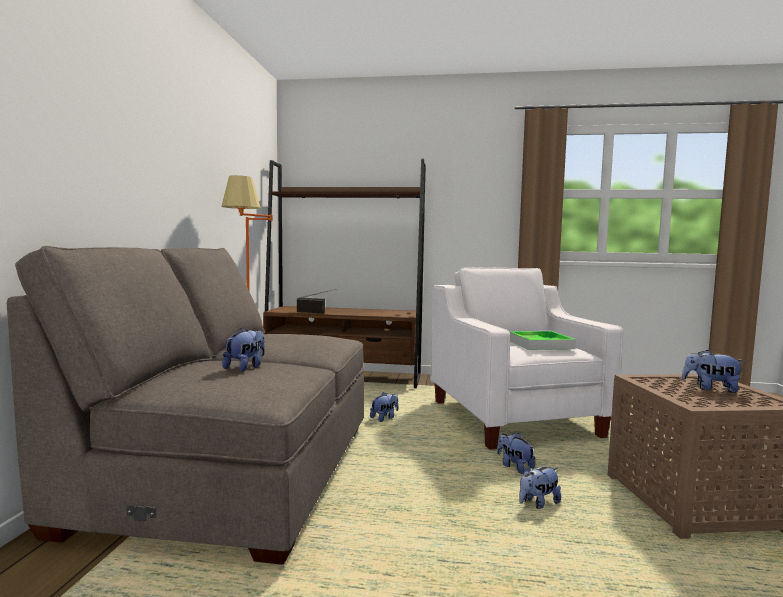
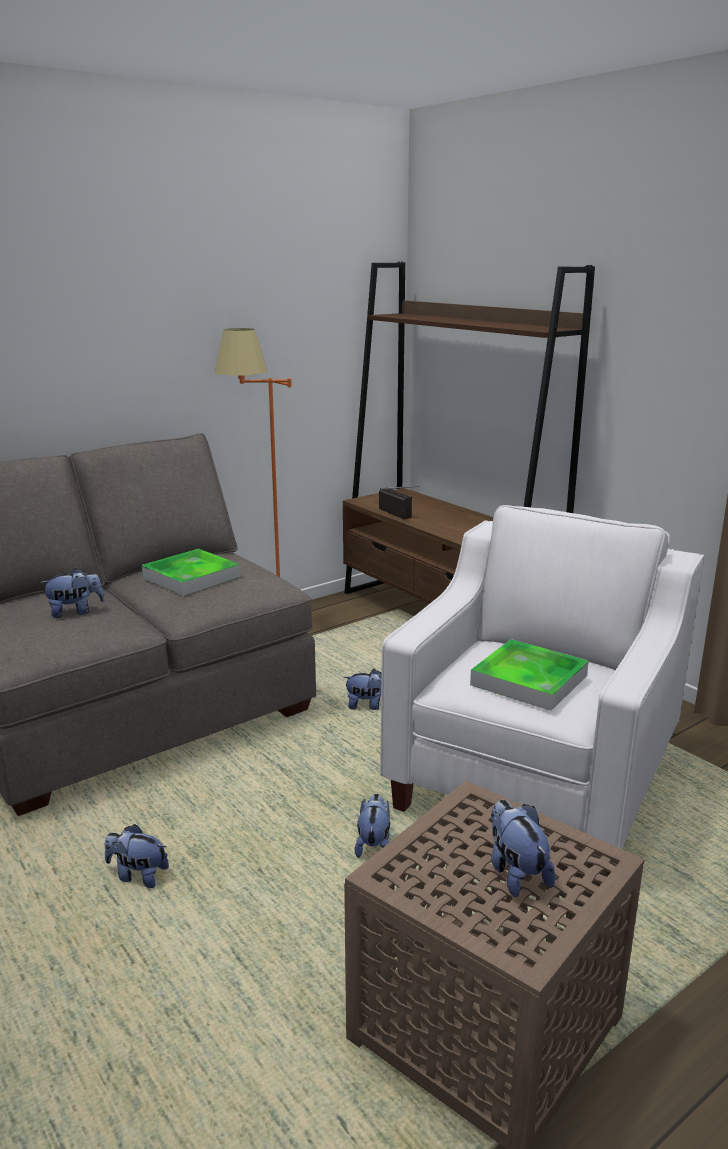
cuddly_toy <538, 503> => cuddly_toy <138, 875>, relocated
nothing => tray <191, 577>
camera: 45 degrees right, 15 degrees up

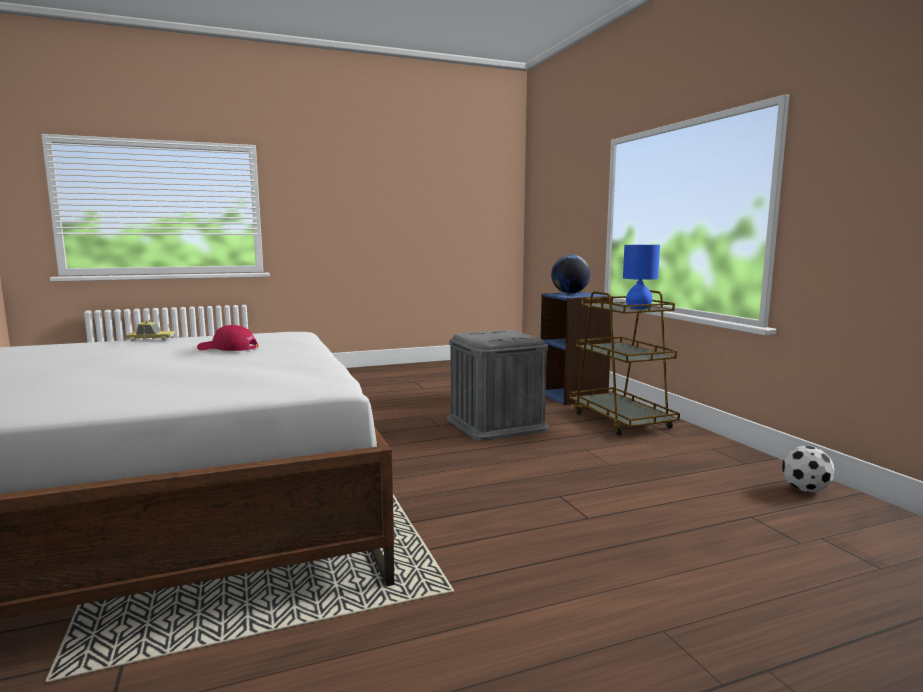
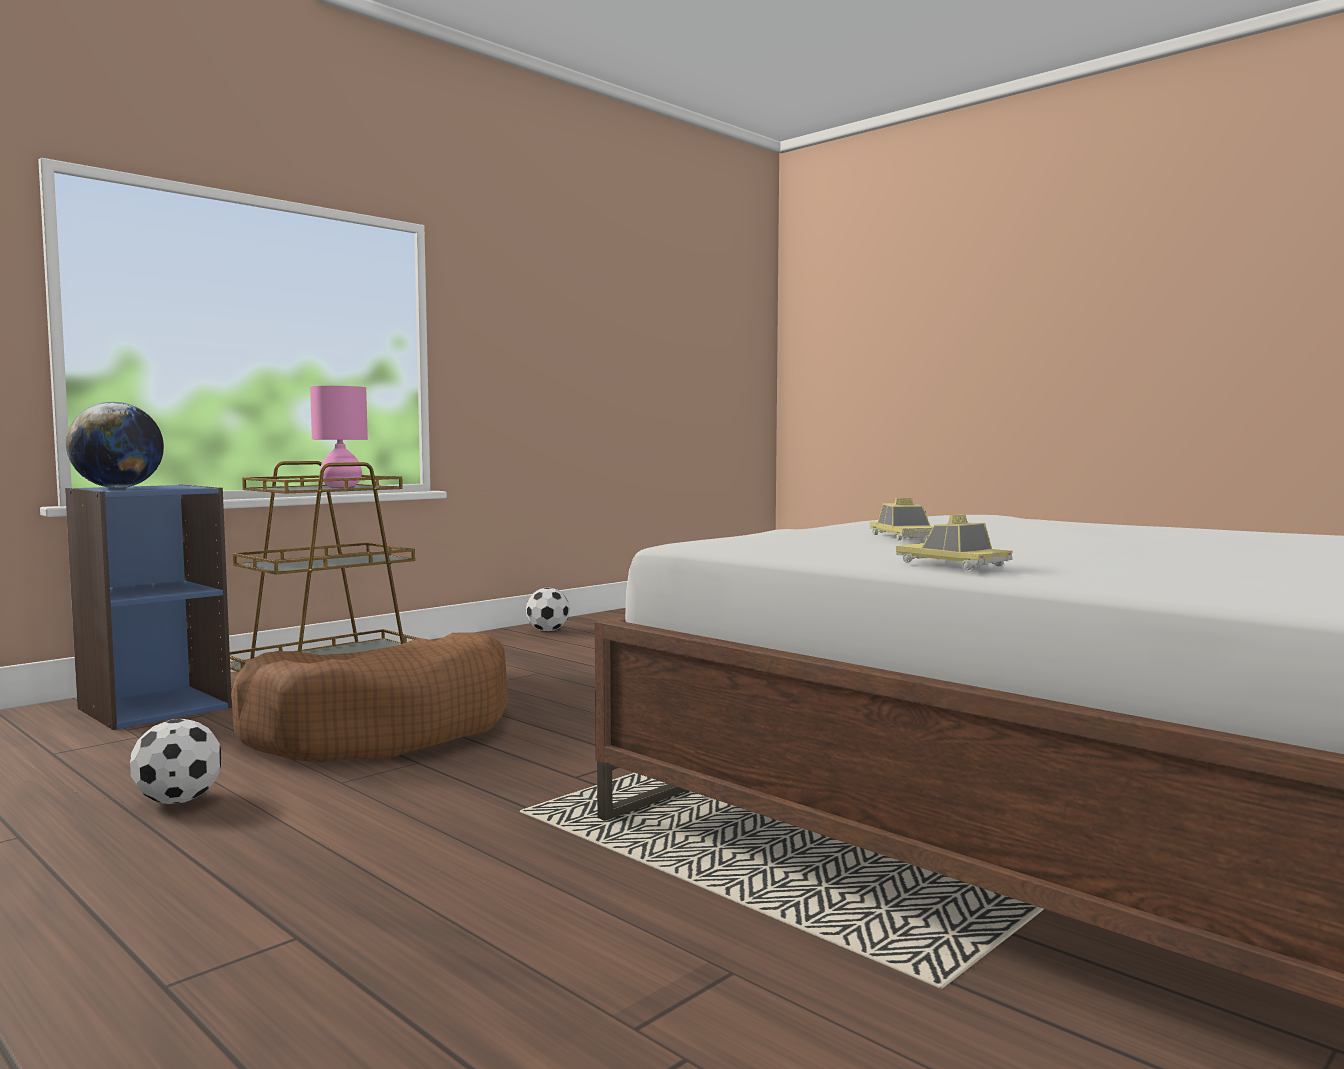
red_baseball_cap <227, 348> => model_car <904, 537>
gray_storage_bin <496, 424> => brownish_pet_bed <383, 730>
bluish_tabletop_lamp <639, 308> => pink_tabletop_lamp <341, 486>
nothing => football <178, 800>
camera: 115 degrees left, 5 degrees down

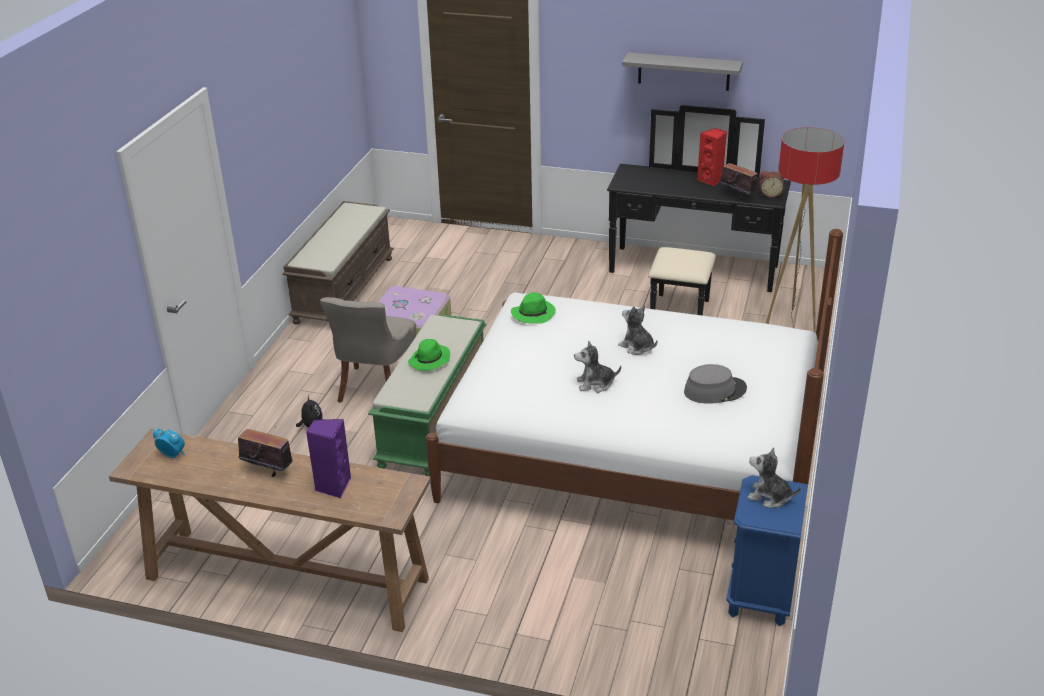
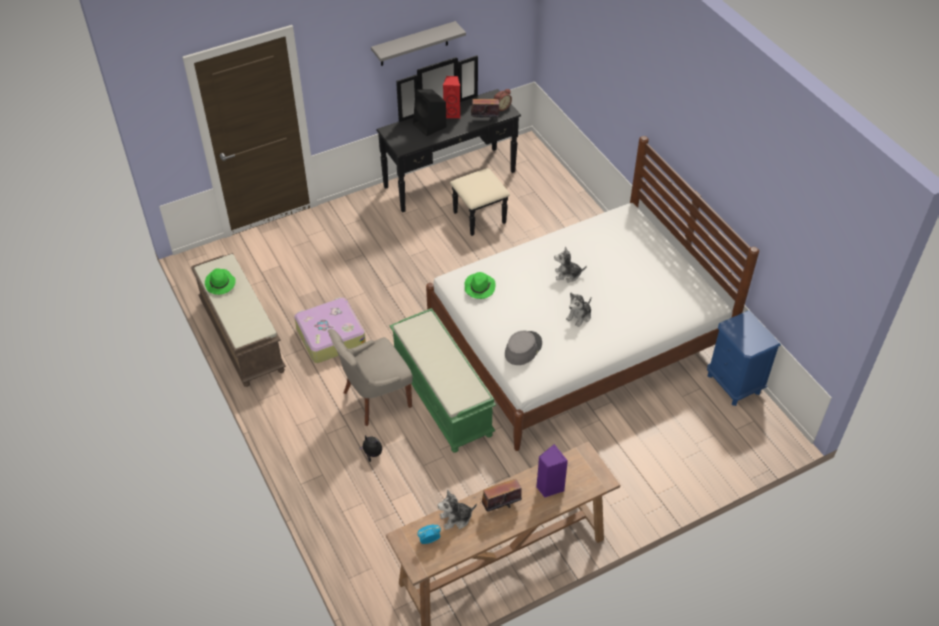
gray_plain_chair <375, 389> => gray_plain_chair <375, 399>, 90 degrees clockwise
green_hat <429, 361> => green_hat <220, 284>, relocated
gray_hat <715, 390> => gray_hat <523, 348>, relocated
cuddly_toy <769, 497> => cuddly_toy <456, 518>, relocated
floor_lamp <790, 324> => nothing
nothing => black_audio_speaker <430, 125>
camera: 45 degrees left, 15 degrees up

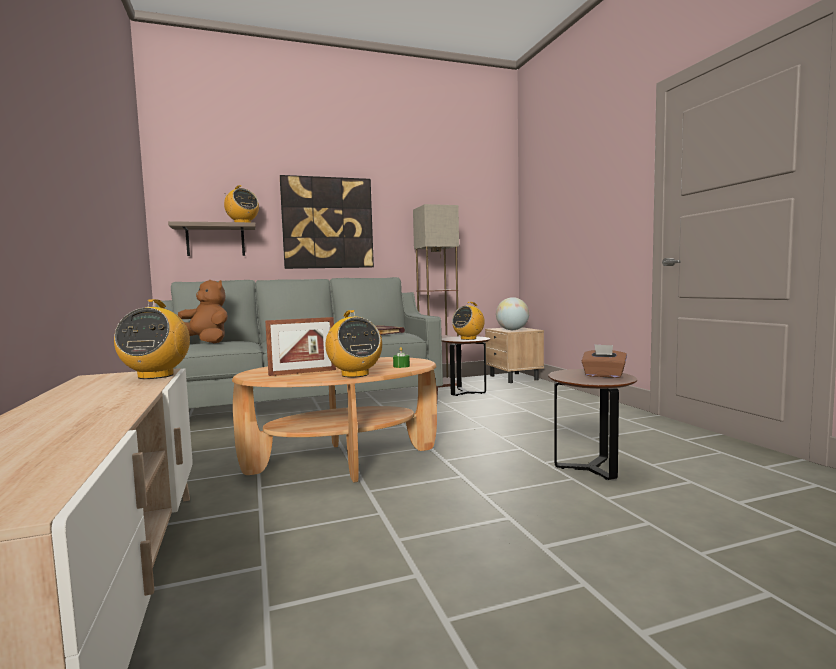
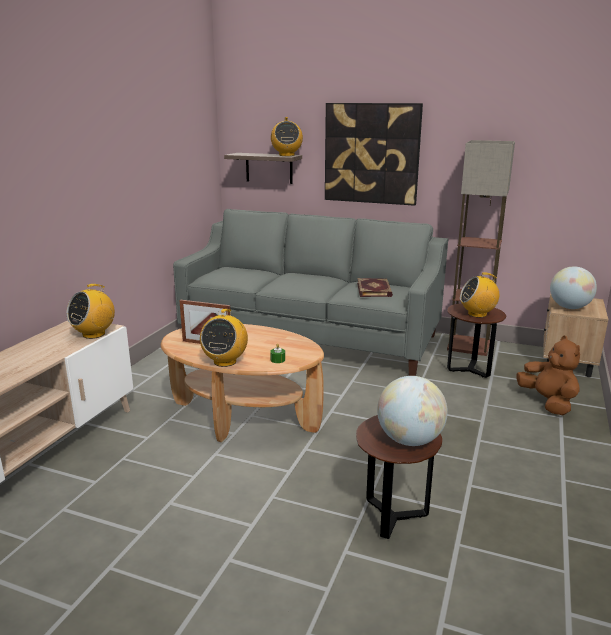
brownish_cuddly_toy <206, 342> => brownish_cuddly_toy <548, 402>, relocated
brownish_box_of_tissues <603, 375> => globe <409, 440>
camera: 40 degrees right, 15 degrees up

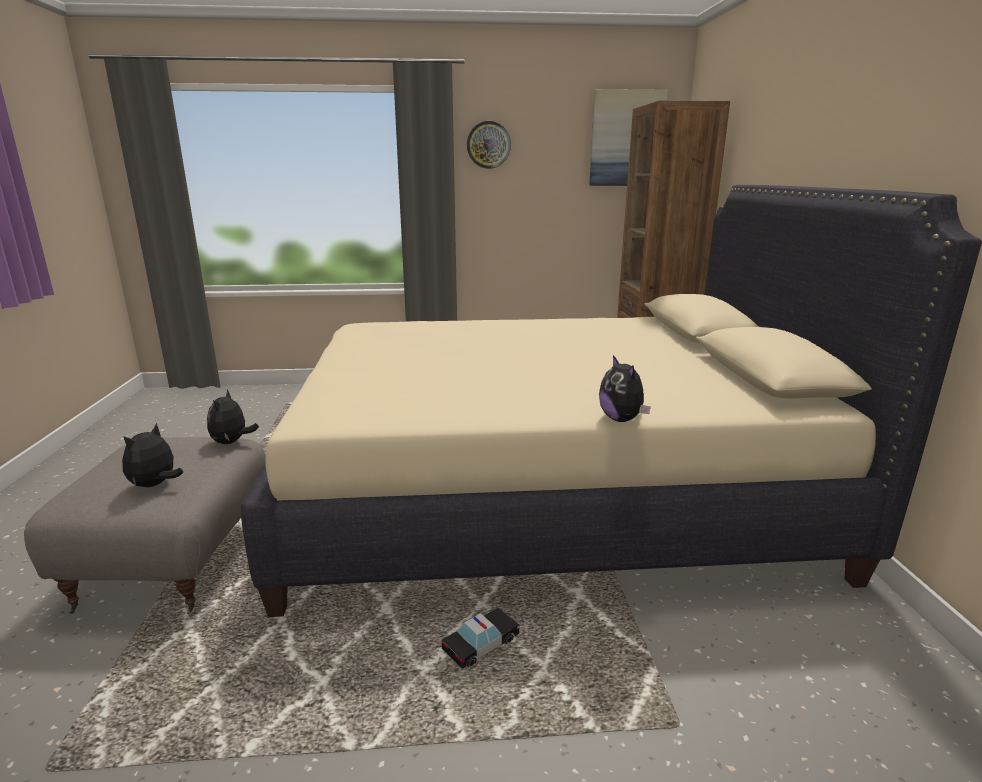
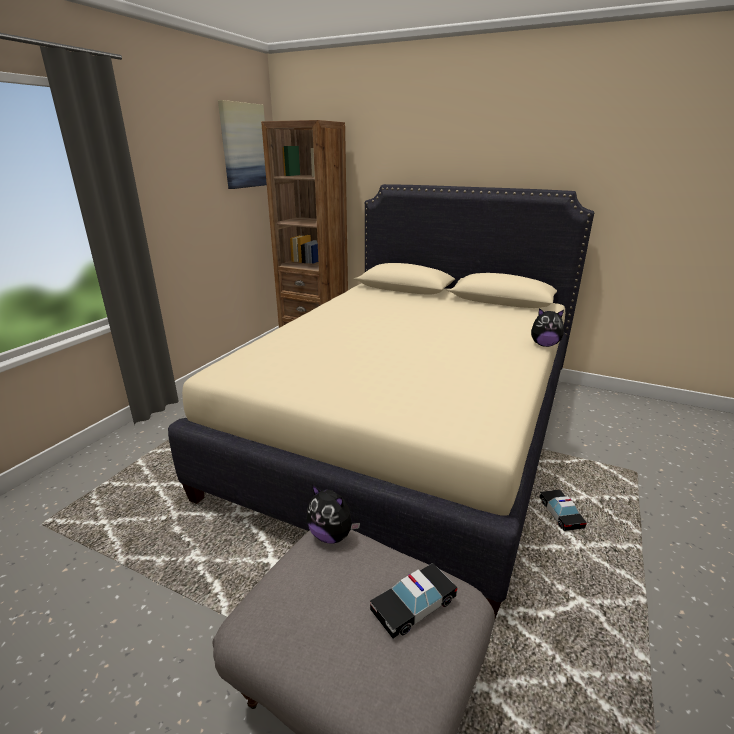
cuddly_toy <155, 485> => model_car <413, 606>
hanging_clock <488, 145> => nothing
camera: 60 degrees left, 5 degrees up

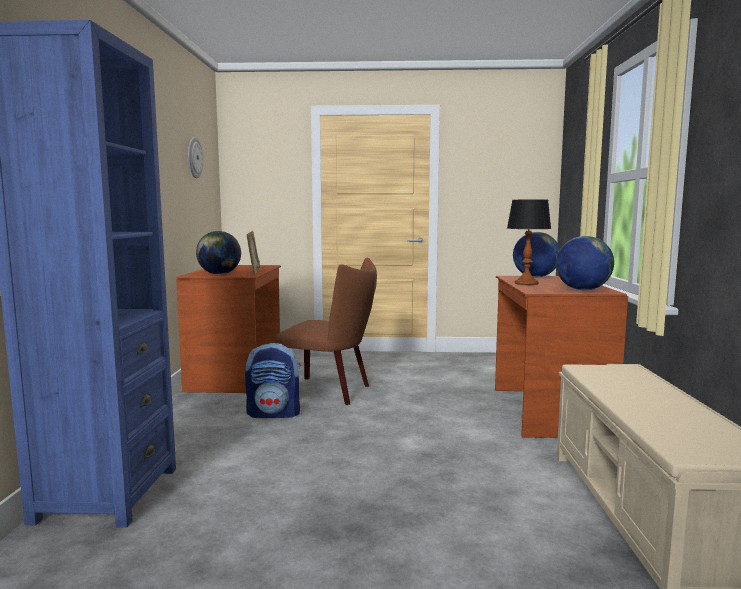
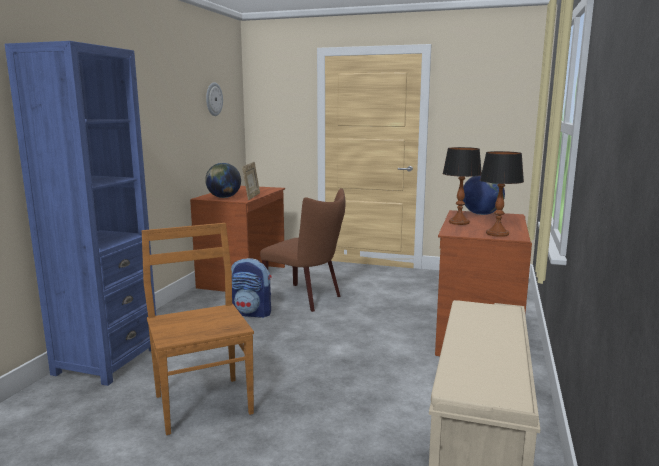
globe <582, 290> => tabletop_lamp <497, 234>
nothing => brownish_plain_chair <203, 403>
camera: 15 degrees right, 5 degrees up

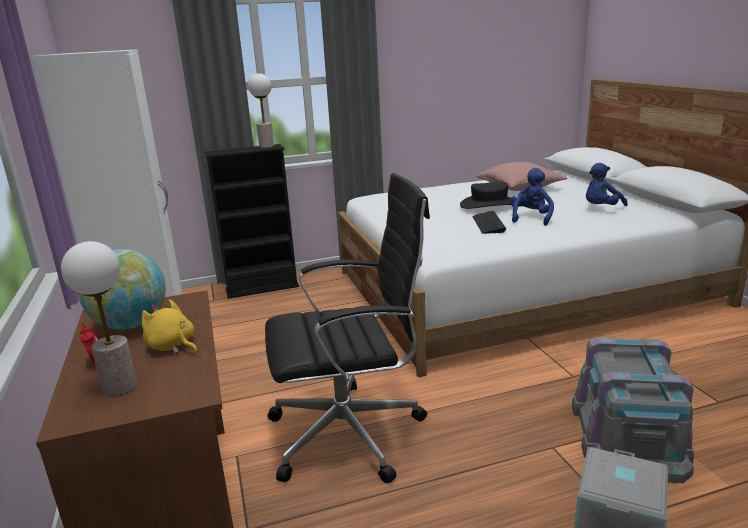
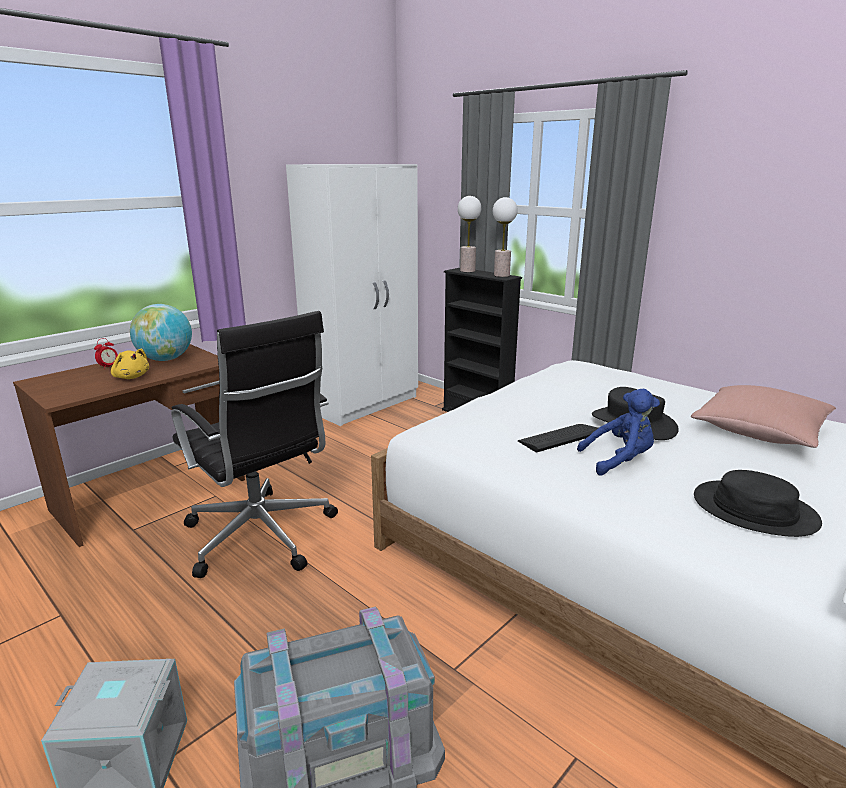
tabletop_lamp <119, 386> => tabletop_lamp <467, 271>, relocated
yellow-coloured_cuddly_toy <172, 346> => yellow-coloured_cuddly_toy <131, 377>, 120 degrees clockwise
bluish_cuddly_toy <601, 208> => black_hat <754, 510>
camera: 60 degrees right, 0 degrees up

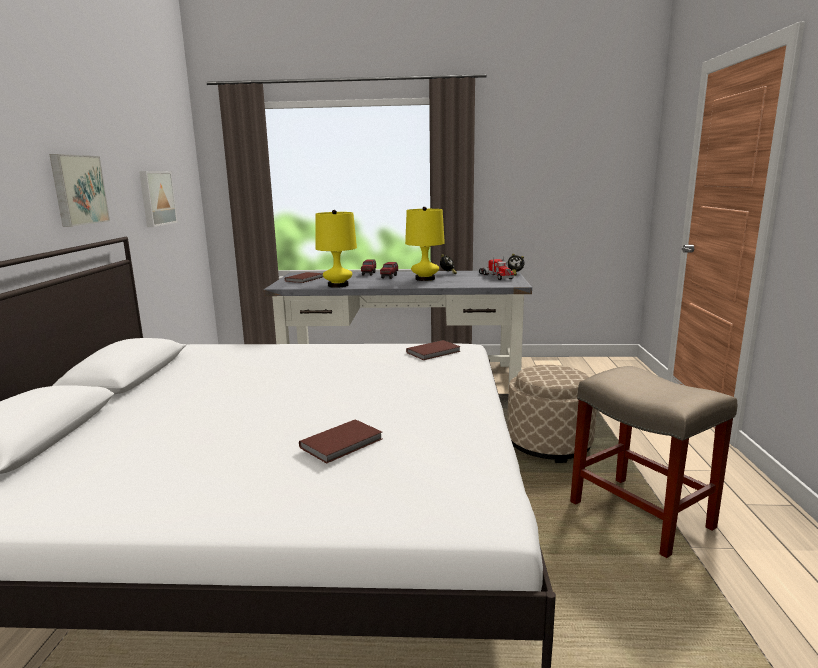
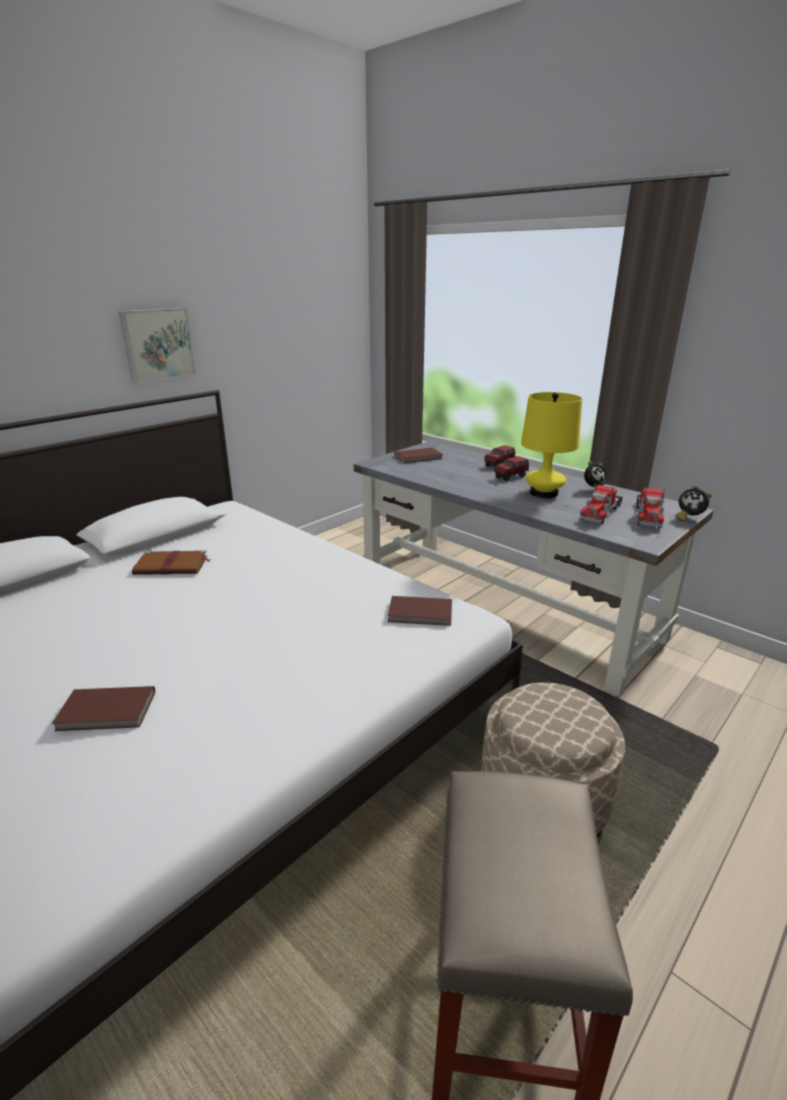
wall_art <156, 198> => nothing
yellow-coloured_tabletop_lamp <338, 285> => nothing
nothing => brownish_bound_book <172, 565>
nothing => model_truck <601, 512>
camera: 40 degrees right, 10 degrees up

